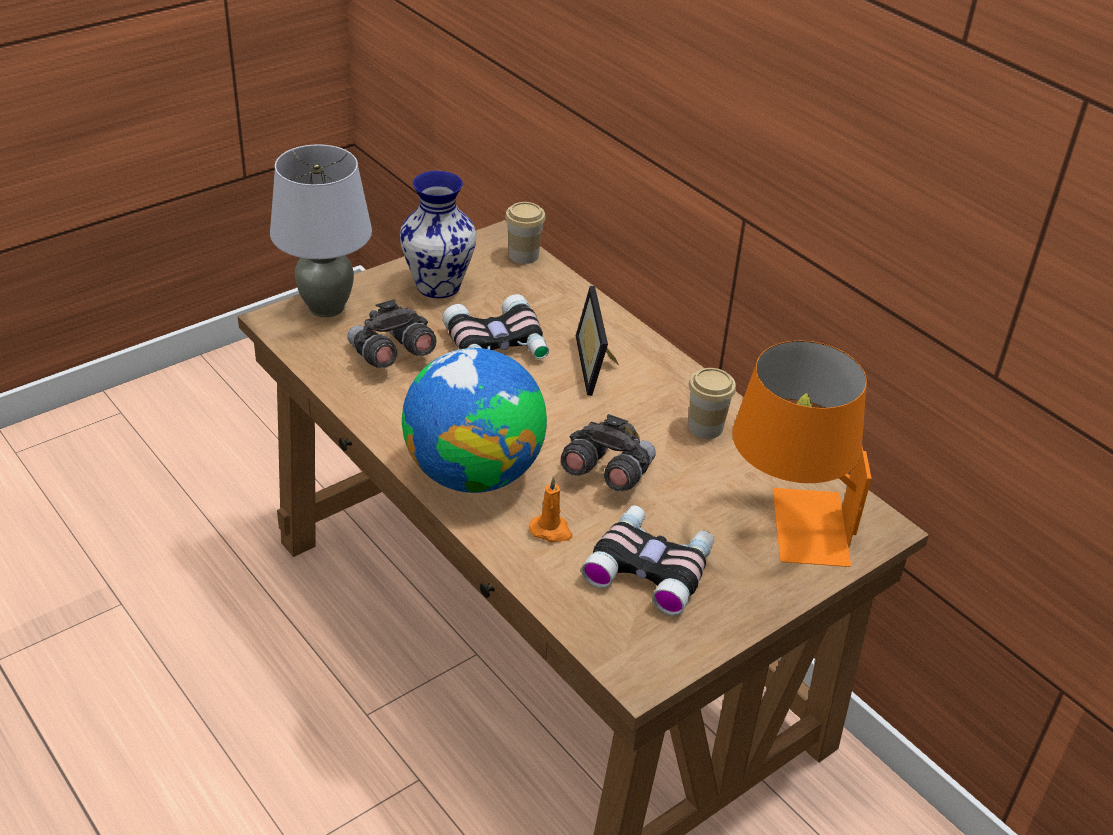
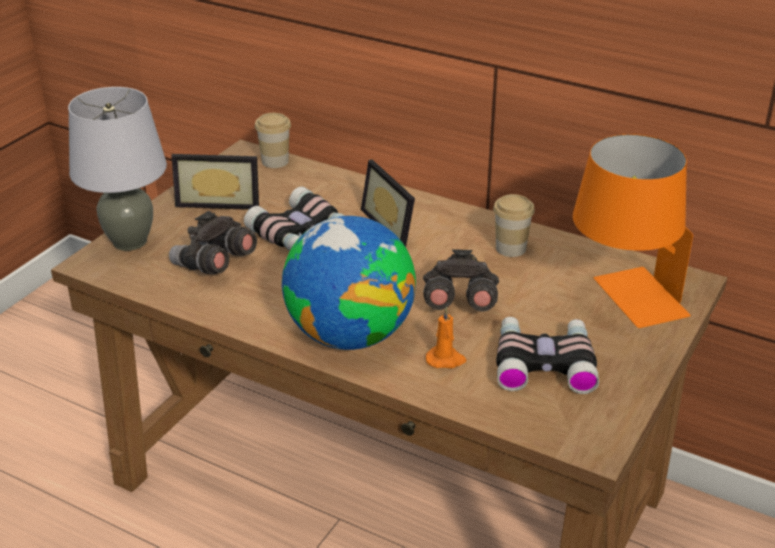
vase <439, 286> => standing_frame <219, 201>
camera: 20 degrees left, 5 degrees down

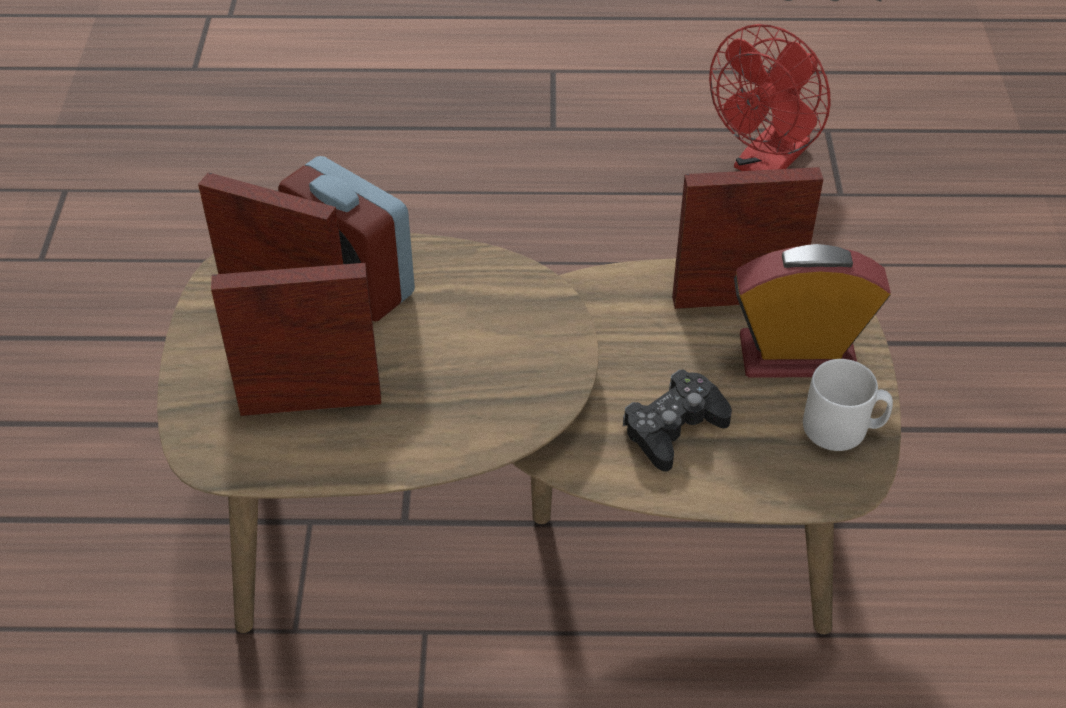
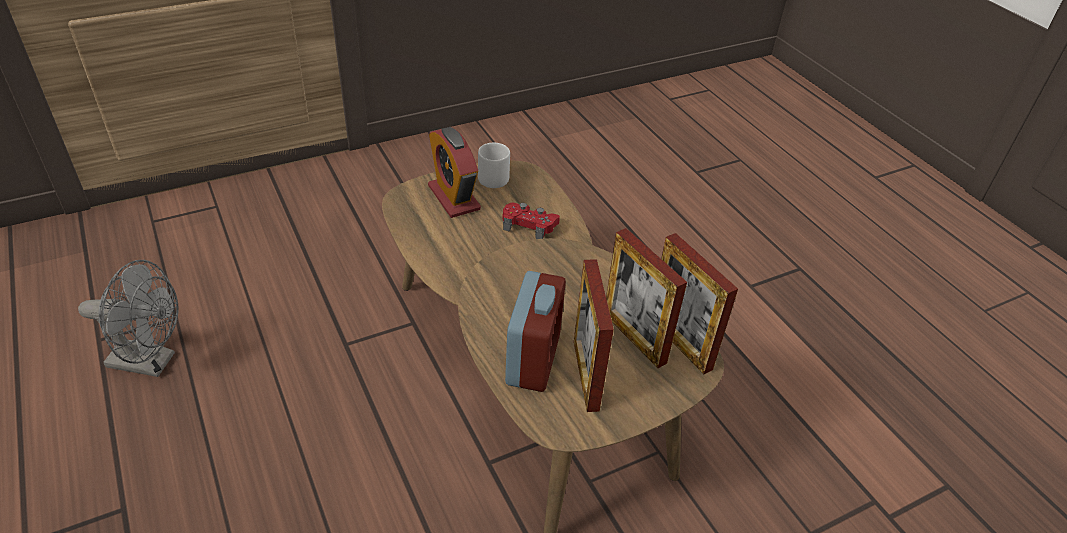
black_joypad <674, 428> => red_joypad <529, 225>
standing_frame <735, 299> => standing_frame <679, 343>, relocated
red_fan <765, 165> => gray_fan <151, 362>
camera: 120 degrees left, 5 degrees down

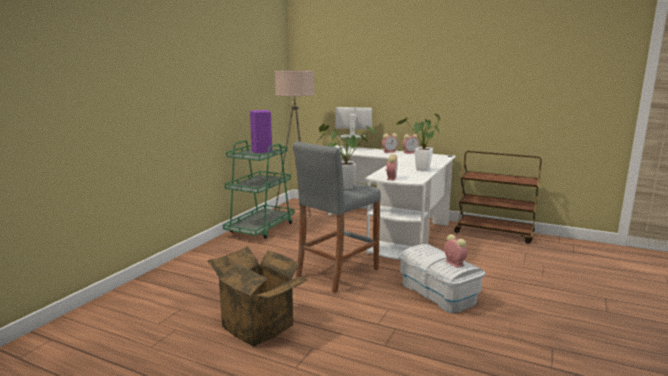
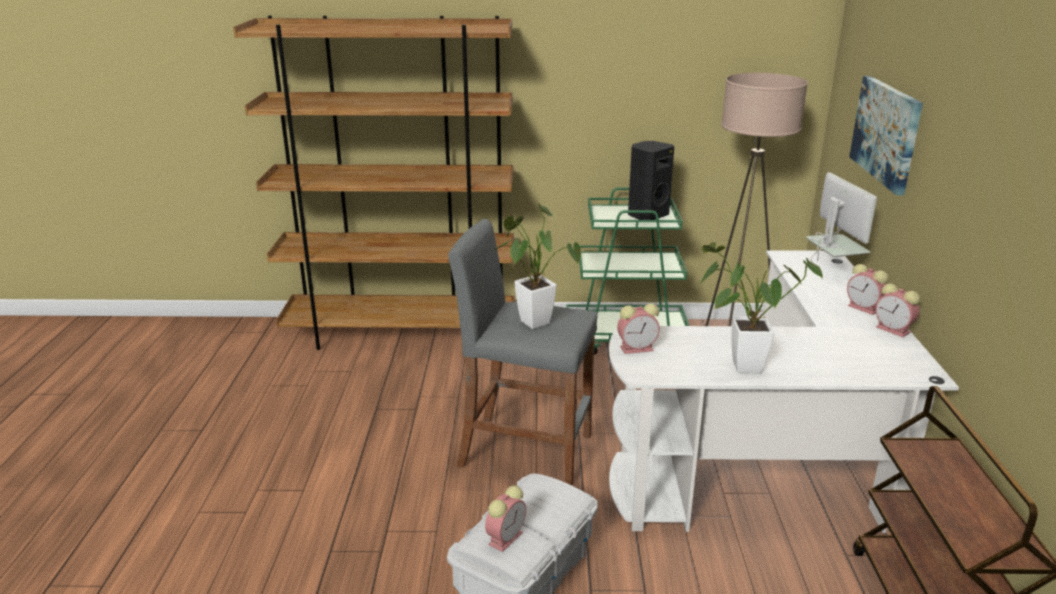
cardboard_box <261, 325> => nothing
purplish_audio_speaker <261, 151> => black_audio_speaker <646, 215>
nothing => brownish_shelving_unit <401, 335>
nothing => wall_art <886, 132>
camera: 65 degrees right, 10 degrees up

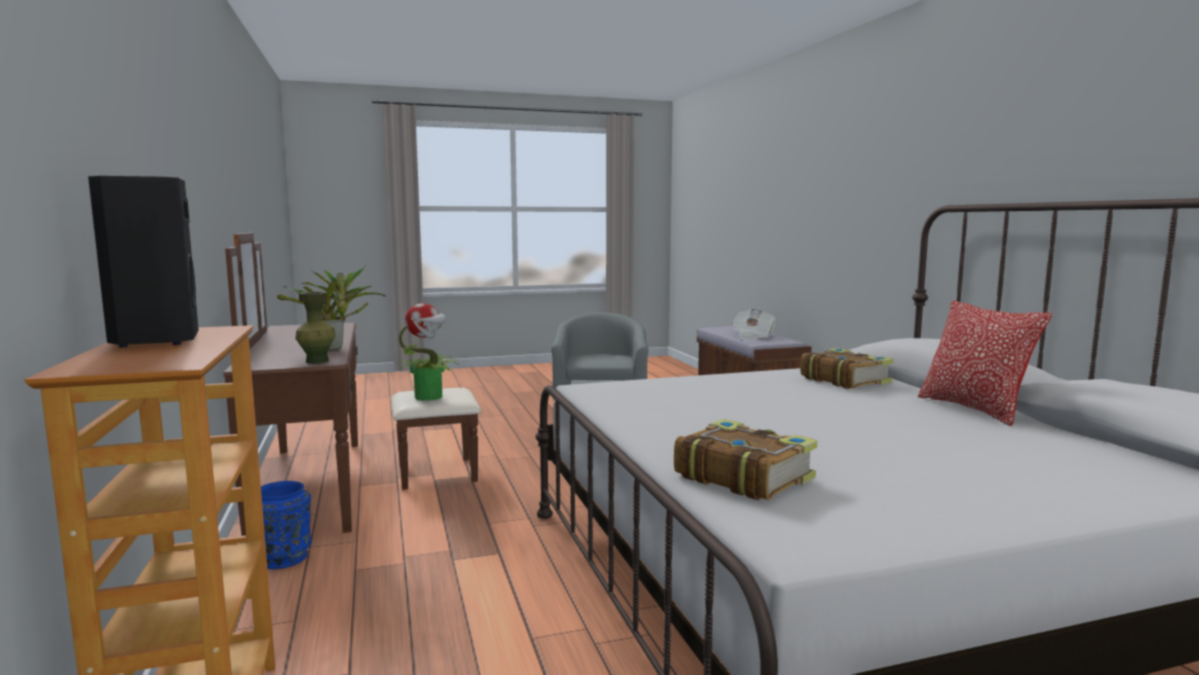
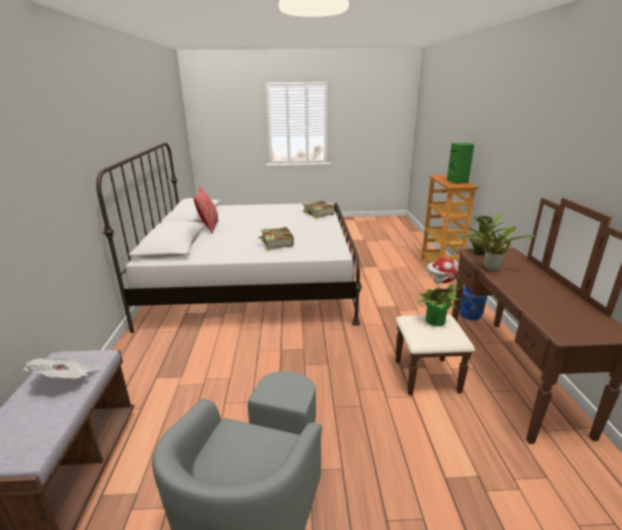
black_audio_speaker <154, 341> => green_audio_speaker <458, 182>
bound_book <844, 380> => bound_book <276, 244>, relocated
camera: 165 degrees left, 15 degrees up

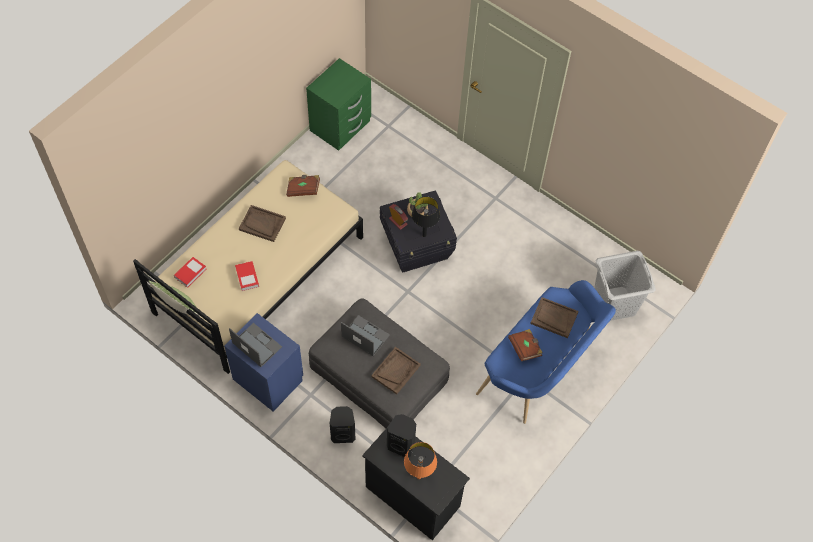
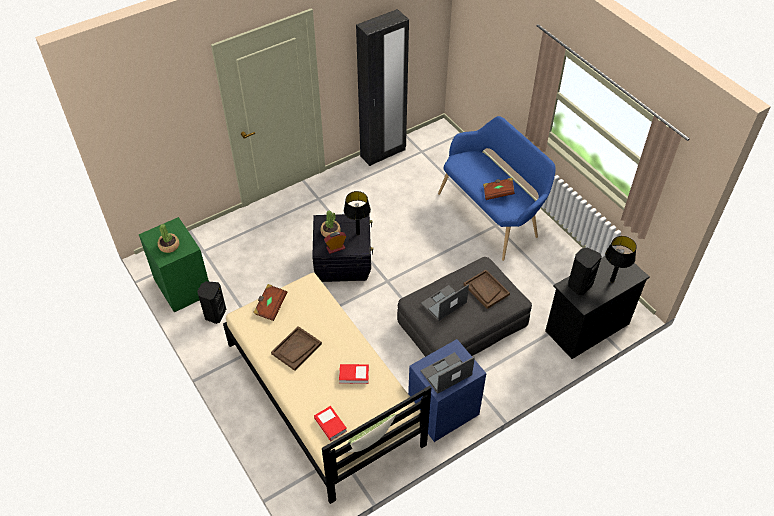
black_audio_speaker <343, 433> => black_audio_speaker <214, 314>, relocated
orange-coloured_tabletop_lamp <418, 477> => black_tabletop_lamp <612, 281>
brownish_tray <554, 318> => nothing
gray_laundry_basket <614, 304> => nothing
nothing => houseplant <169, 246>
nothing => black_wardrobe <383, 153>
camera: 70 degrees left, 10 degrees down

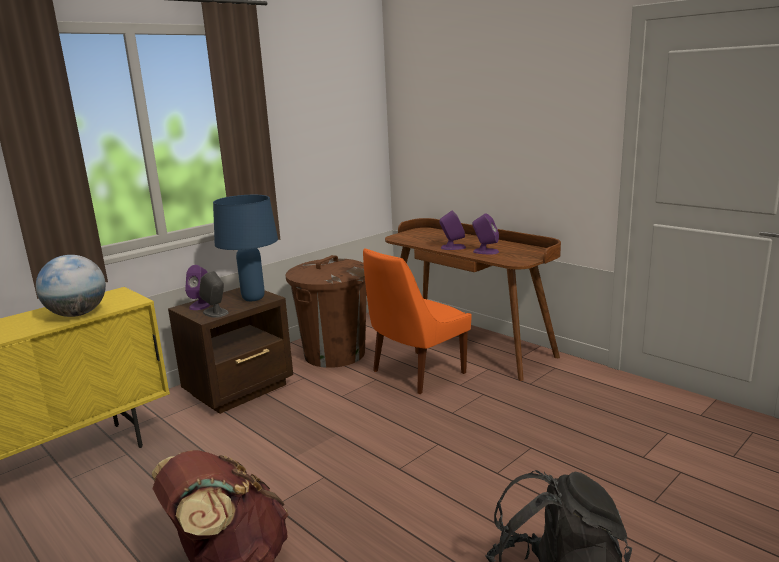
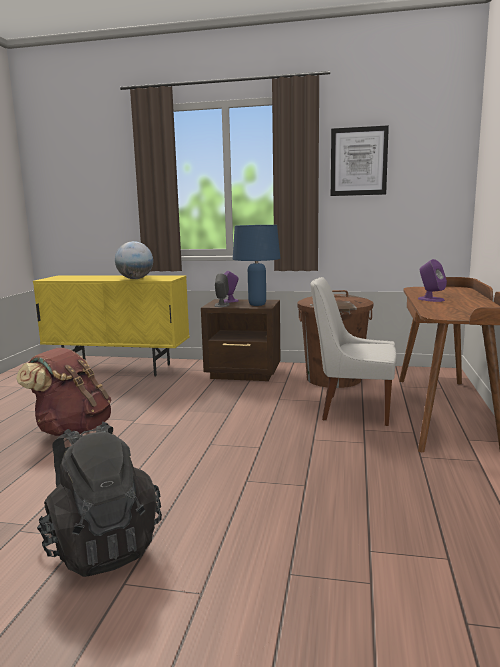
orange-coloured_plain_chair <416, 373> => white_plain_chair <353, 409>
purplish_audio_speaker <485, 251> => nothing
nothing => wall_art <358, 161>
camera: 55 degrees right, 5 degrees down

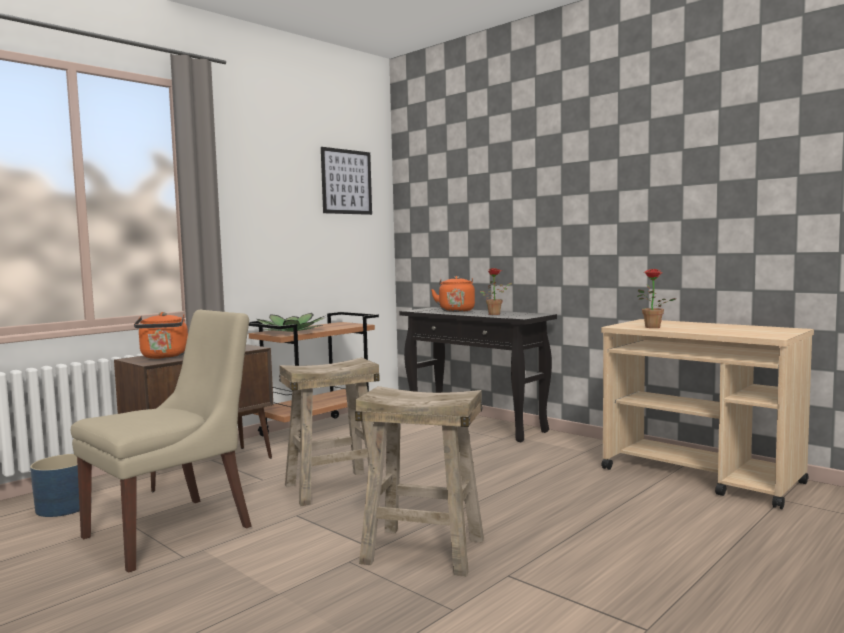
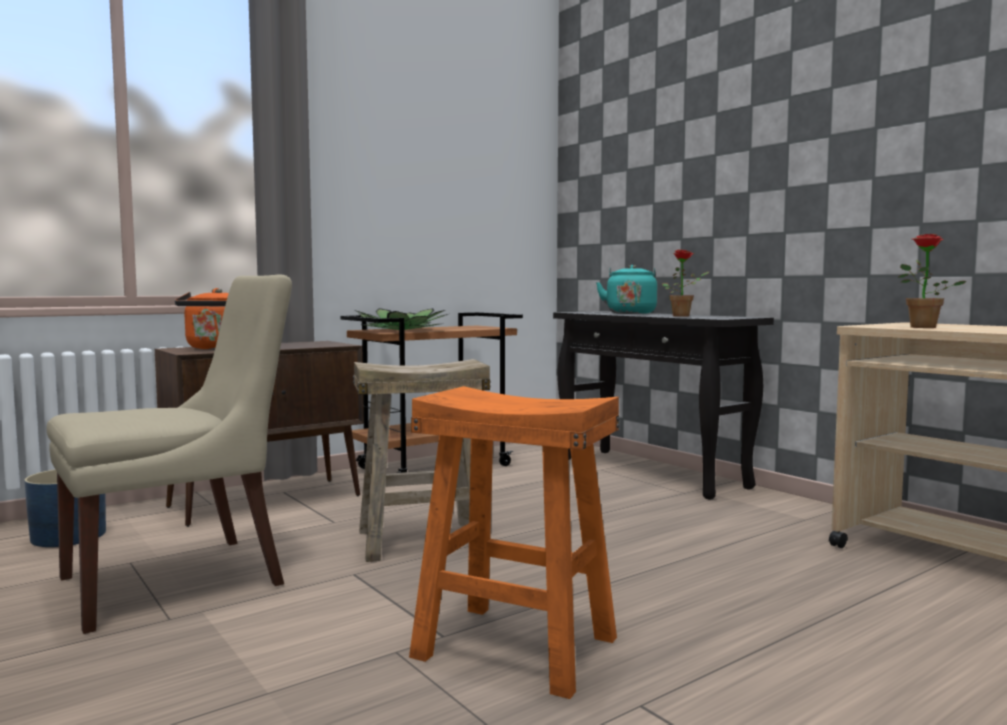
wall_art <346, 182> => nothing
sand-coloured_stool <424, 550> => orange-coloured_stool <517, 646>
orange-coloured_kettle <456, 310> => turquoise_kettle <630, 313>
camera: 10 degrees right, 0 degrees up

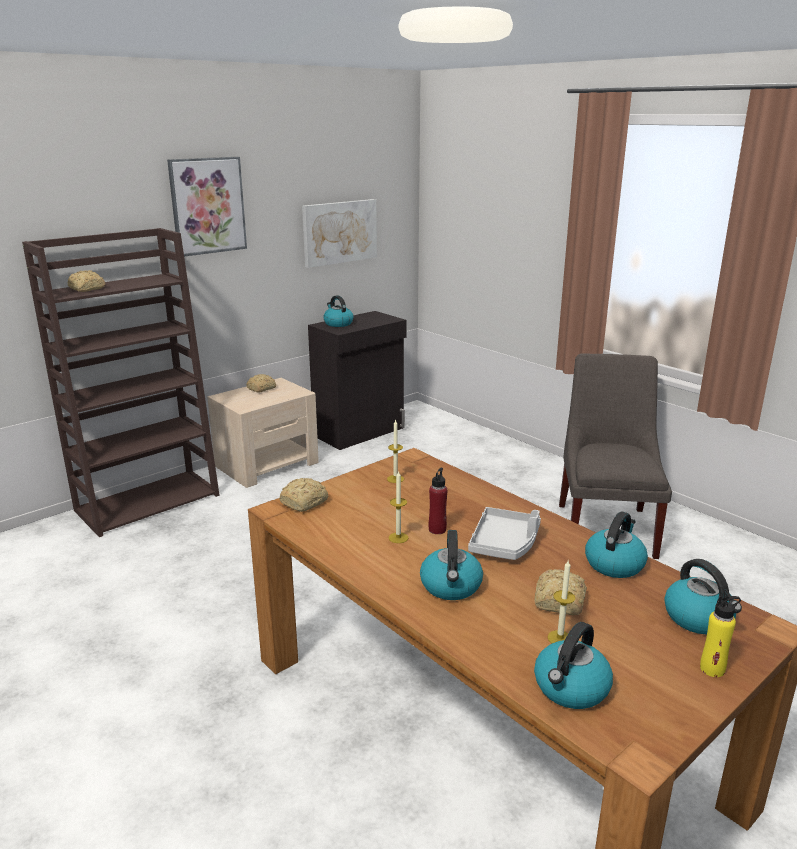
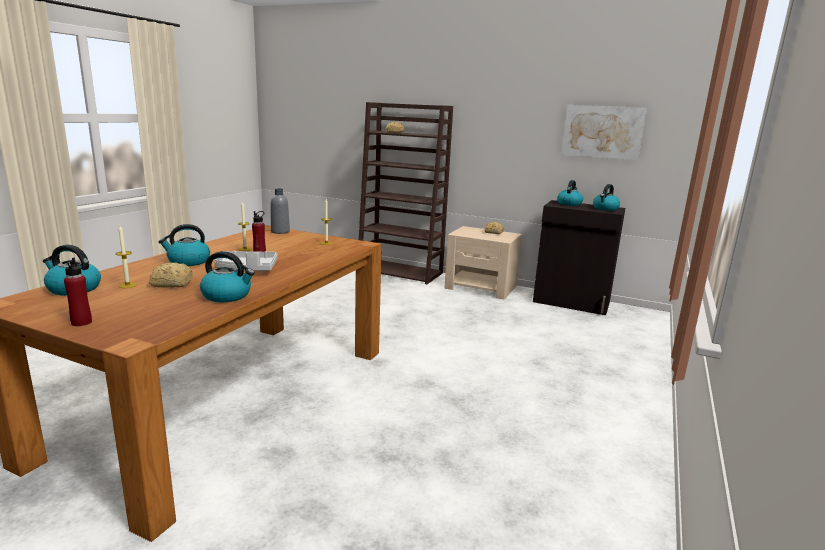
wall_art <207, 206> => nothing
bakery_bread <305, 502> => gray_beverage_bottle <280, 232>
gray_plain_chair <606, 527> => nothing
kettle <699, 618> => kettle <605, 209>, relocated
yellow-coloured_beverage_bottle <712, 669> => red_beverage_bottle <81, 322>
camera: 65 degrees right, 5 degrees down

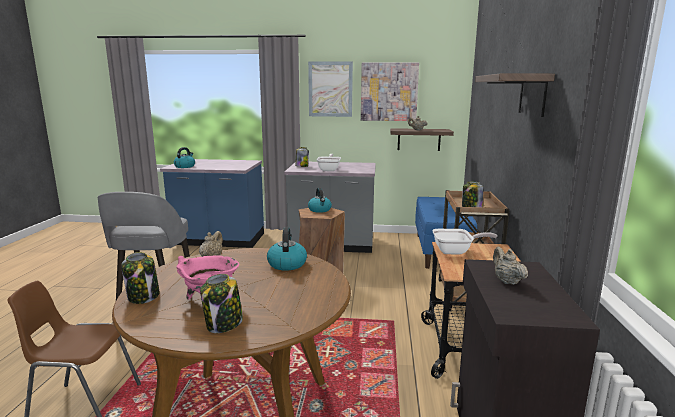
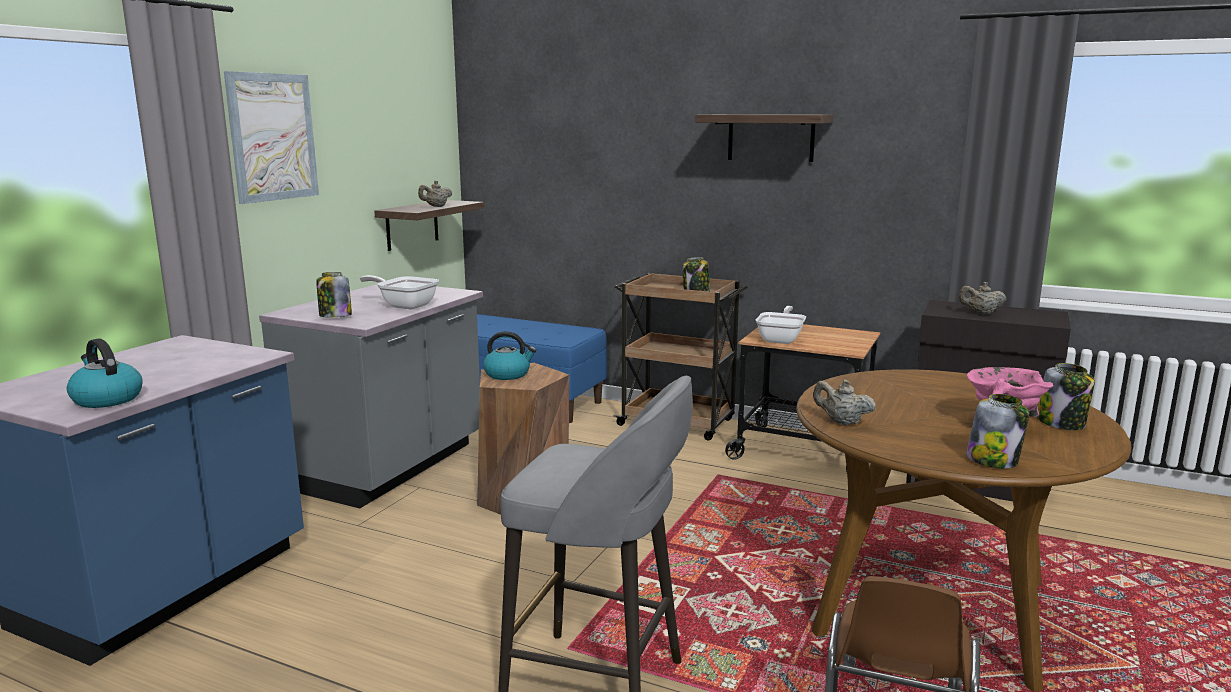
kettle <287, 264> => nothing
wall_art <389, 92> => nothing
camera: 70 degrees left, 0 degrees up

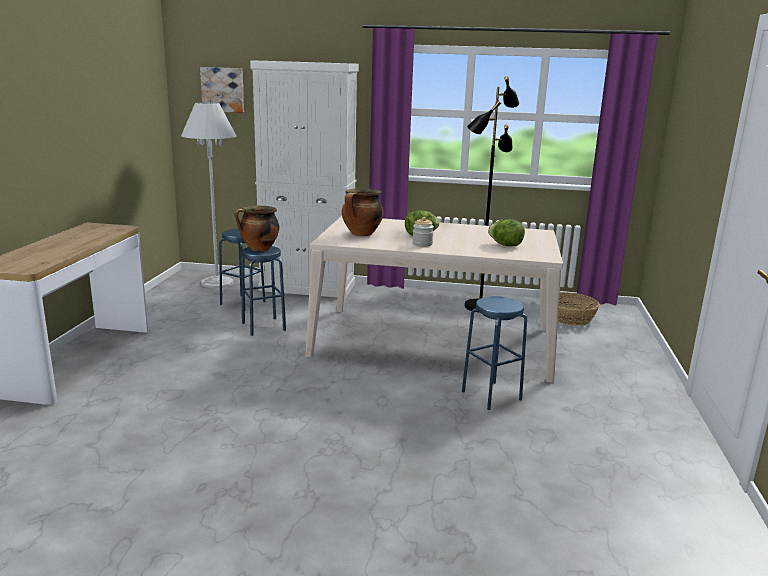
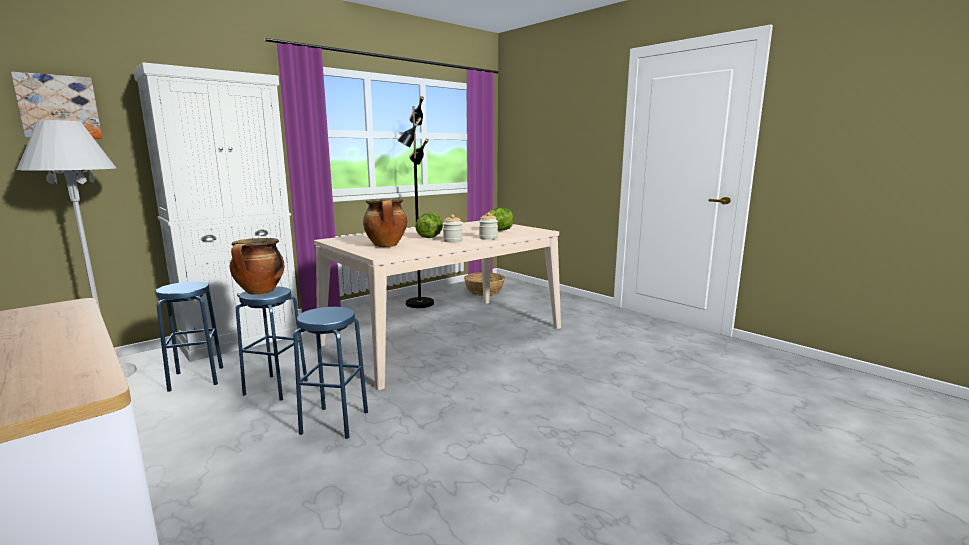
bluish_stool <491, 395> => bluish_stool <334, 422>, relocated
nothing => jar <488, 238>
camera: 50 degrees left, 5 degrees down

